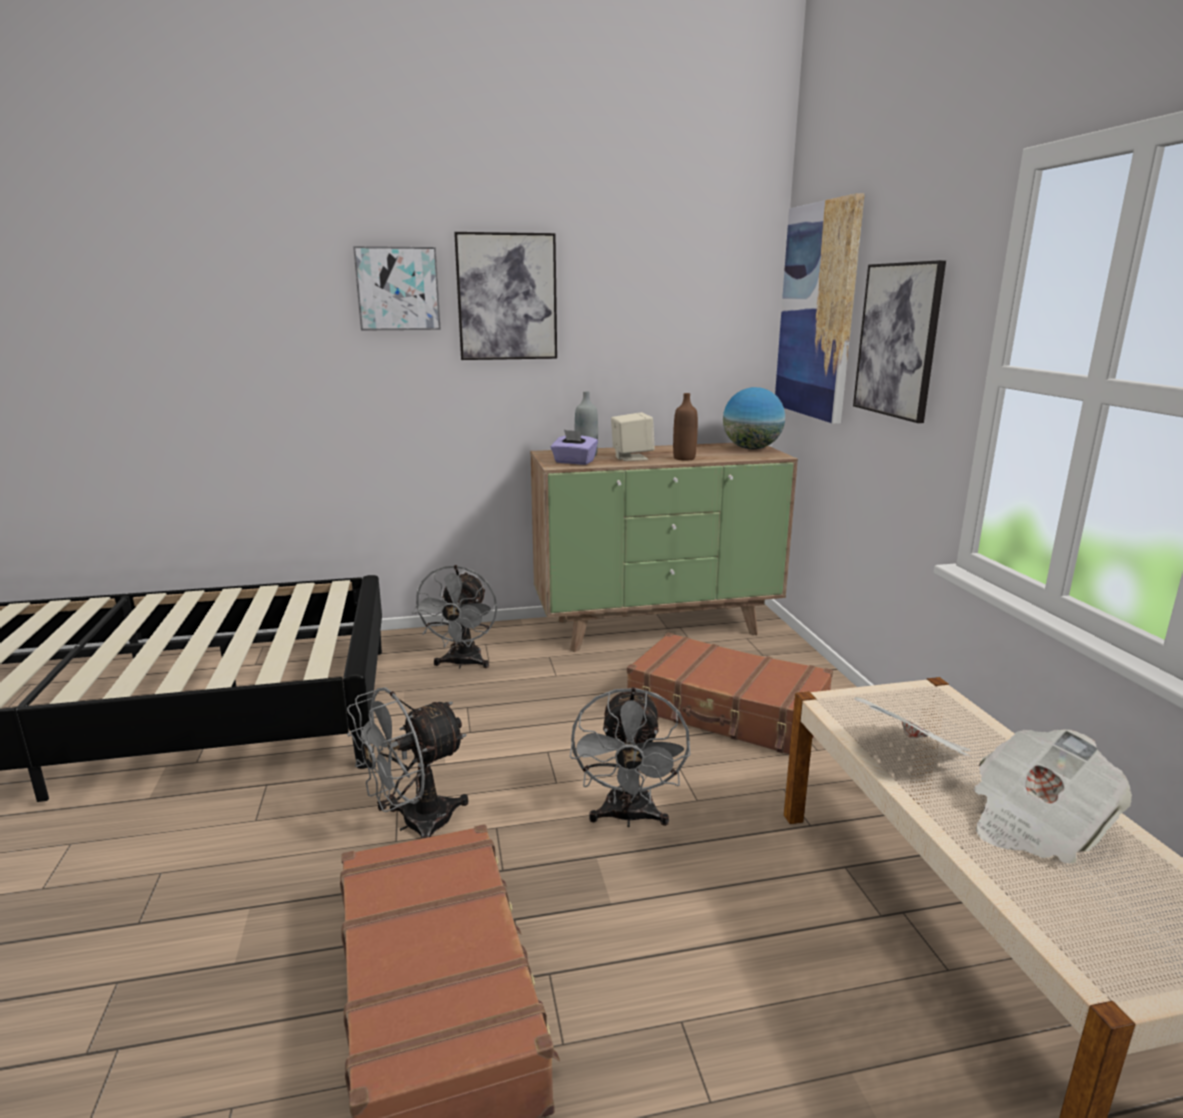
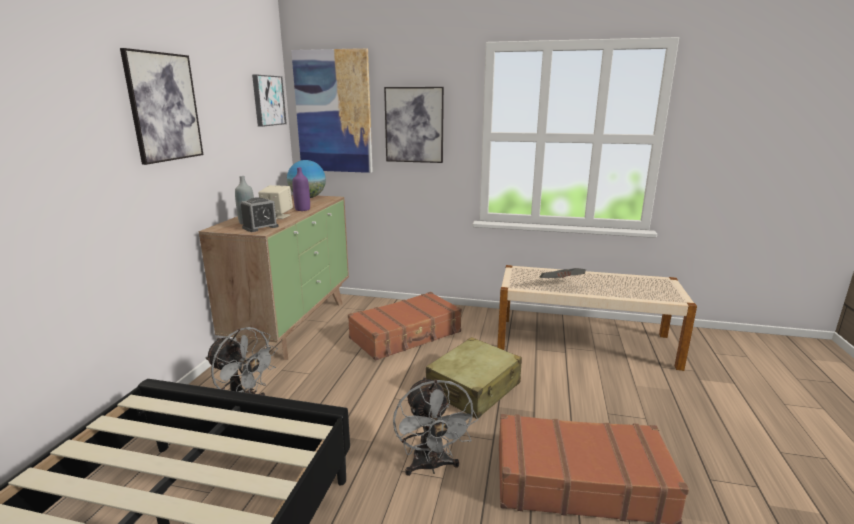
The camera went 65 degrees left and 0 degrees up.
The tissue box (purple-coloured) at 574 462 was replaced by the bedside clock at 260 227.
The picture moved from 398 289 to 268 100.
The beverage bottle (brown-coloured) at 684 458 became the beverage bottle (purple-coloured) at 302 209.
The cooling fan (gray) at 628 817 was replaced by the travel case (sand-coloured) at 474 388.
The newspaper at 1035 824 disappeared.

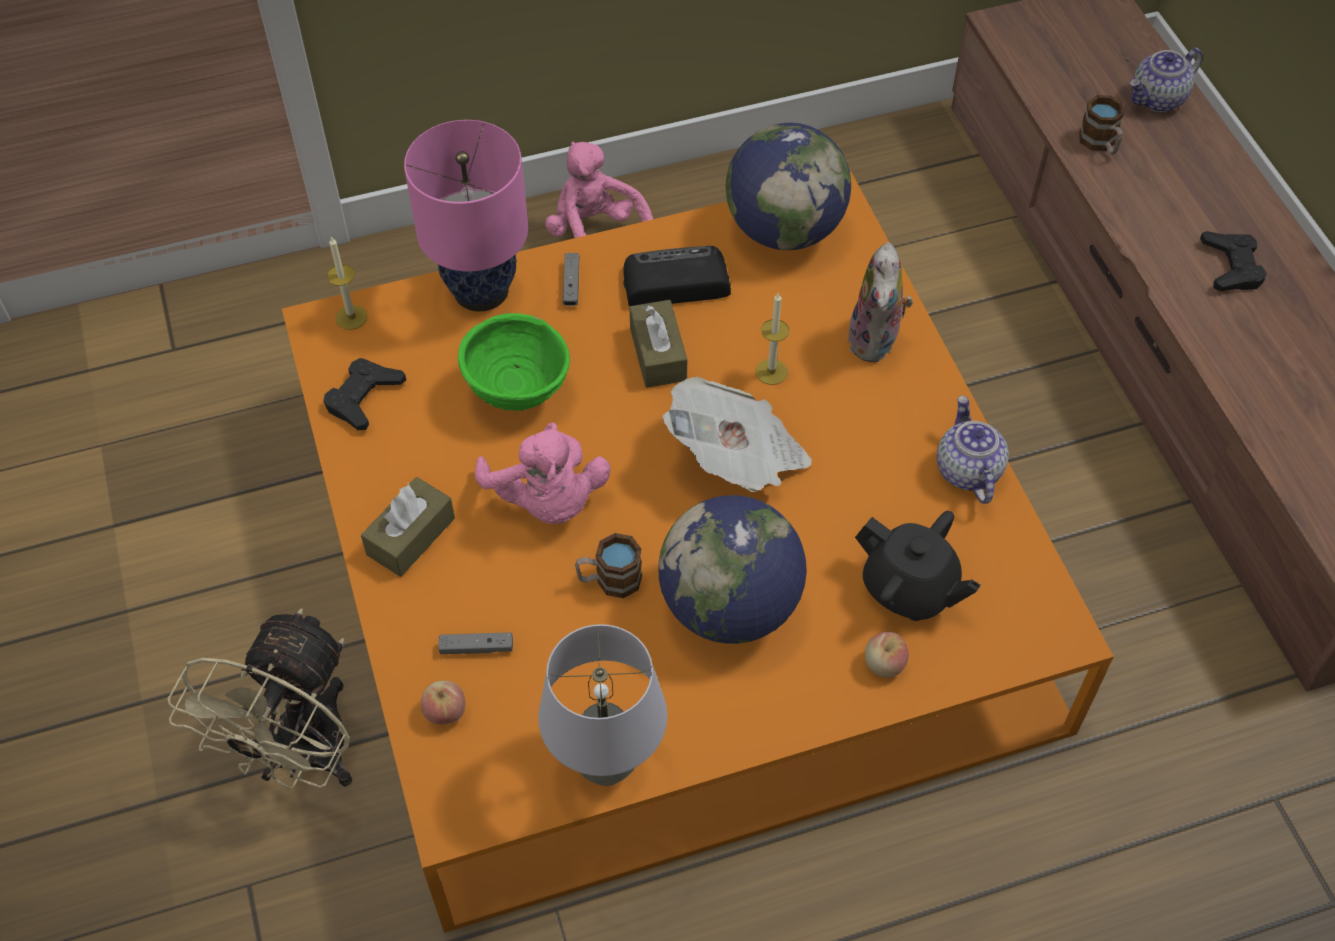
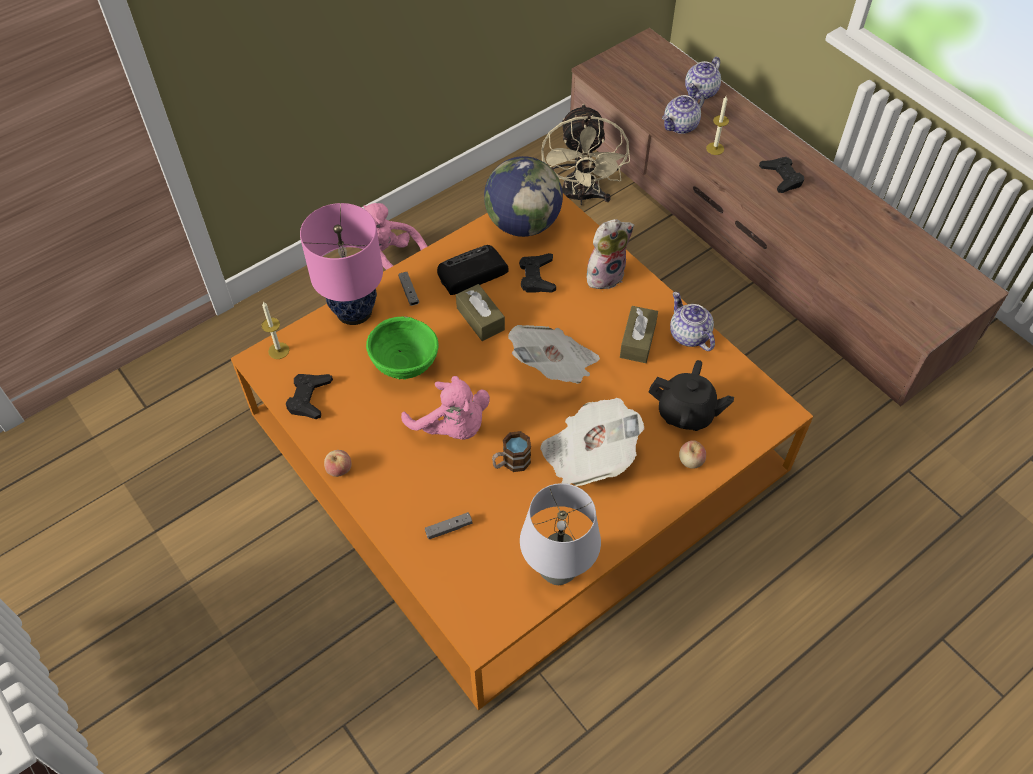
The camera went 20 degrees left and 0 degrees up.
The apple moved from 445 712 to 339 469.
The game controller (blackish) at 537 277 appeared.
The desk globe at 730 606 was replaced by the newspaper at 588 455.
The cooling fan (sand-coloured) moved from 301 757 to 580 197.
The plush toy at 876 341 turned 105 degrees counterclockwise.
The tissue box (brown-coloured) moved from 411 536 to 637 341.
The tea mug at 1100 144 was replaced by the pot for tea at 681 126.
The wax light moved from 771 372 to 715 148.

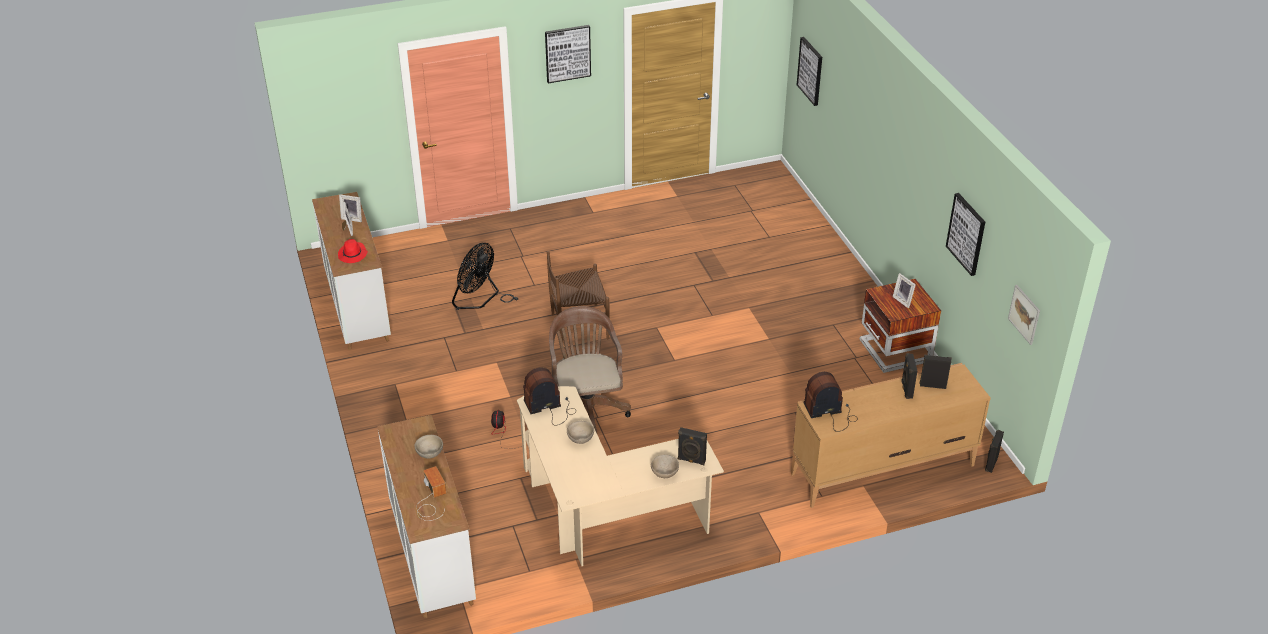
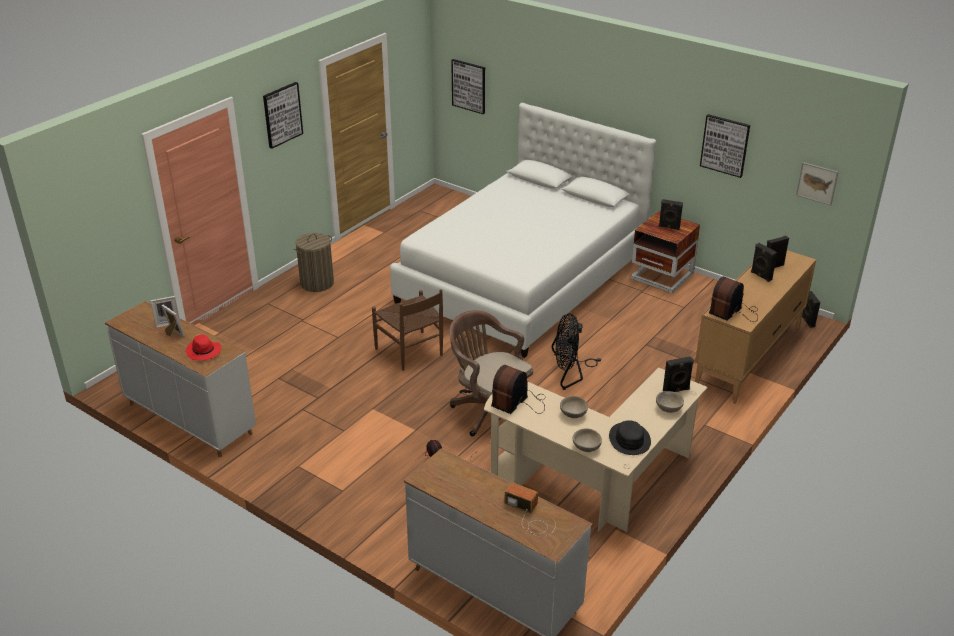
The camera went 35 degrees left and 5 degrees down.
The laundry basket at 317 283 appeared.
The chair (brown-coloured) at 579 325 turned 75 degrees counterclockwise.
The bedroom bed (white-coloured) at 523 279 appeared.
The cooling fan (blackish) moved from 484 296 to 571 369.
The bowl (sand-coloured) moved from 429 453 to 586 447.
The wearable hat (blackish) at 629 439 appeared.
The photo frame at 903 300 was replaced by the loudspeaker (blackish) at 669 227.

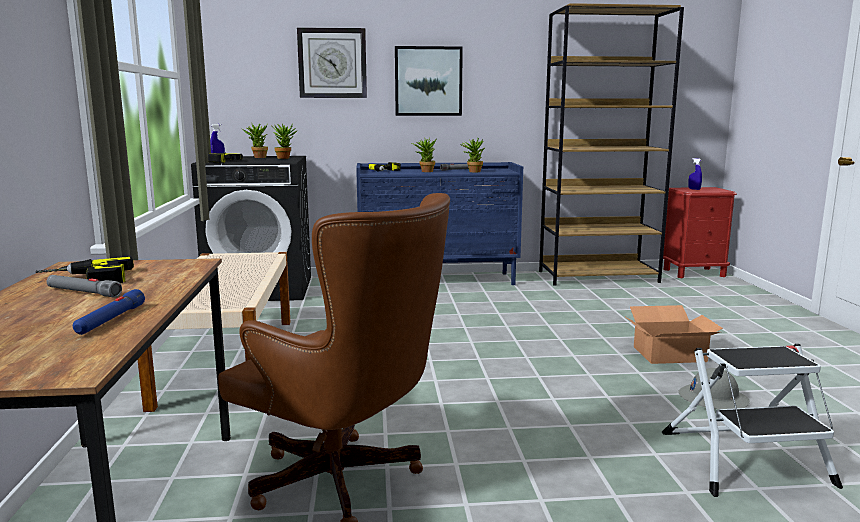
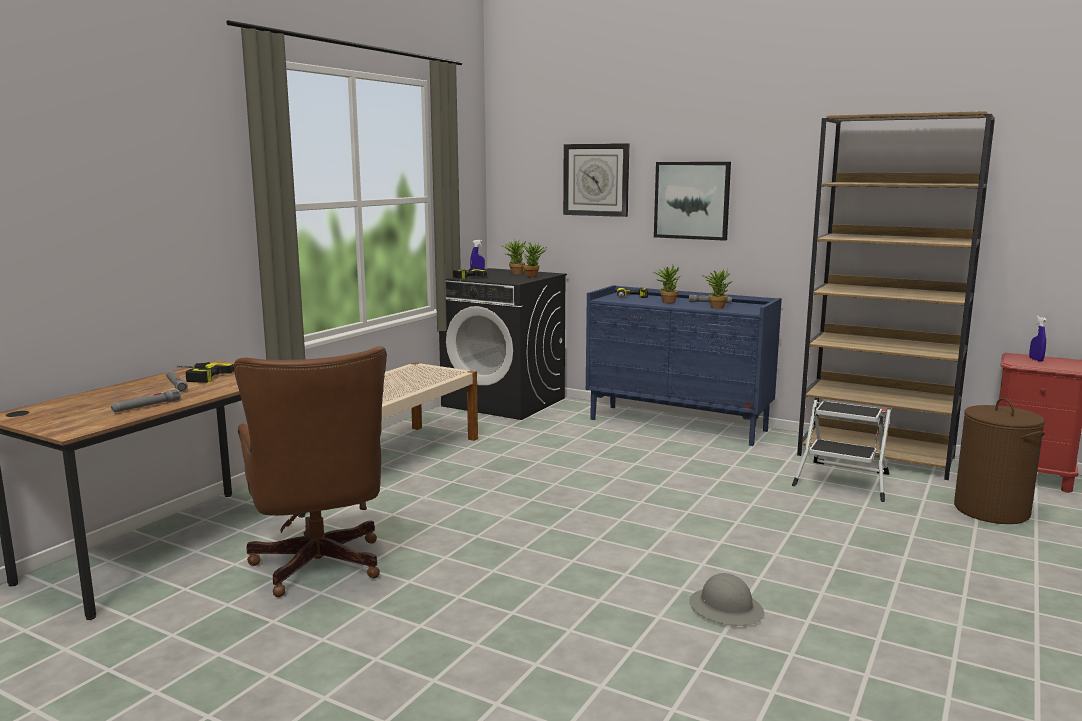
The camera went 35 degrees right and 0 degrees up.
The torch (bluish) at 110 320 became the torch (gray) at 146 406.
The step stool moved from 743 460 to 843 480.
The laundry basket (brown-coloured) at 992 510 appeared.
The packing box at 668 354 disappeared.

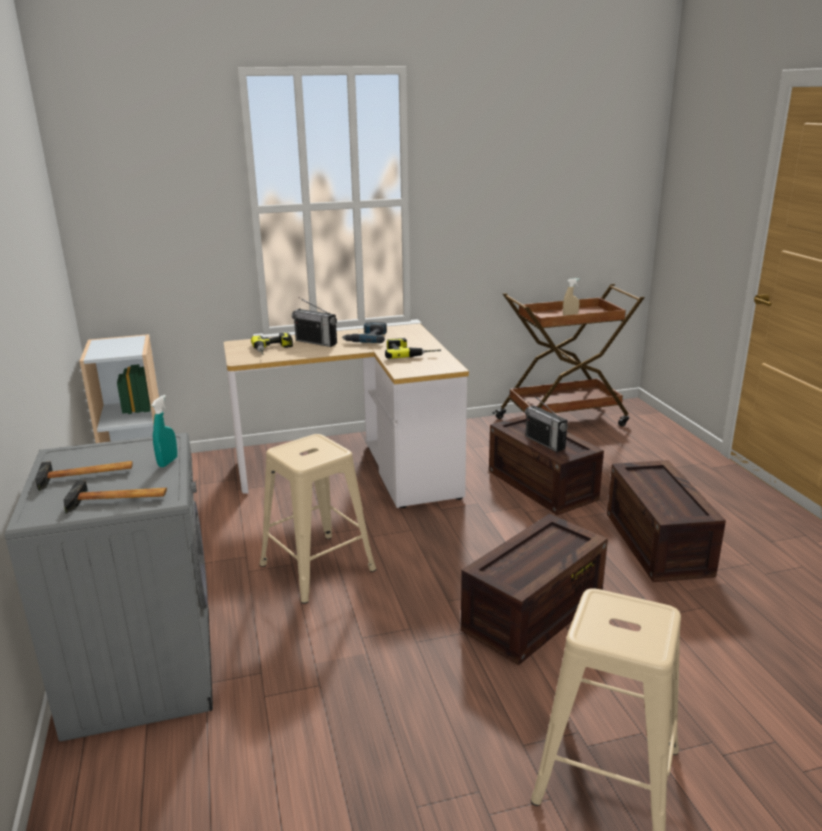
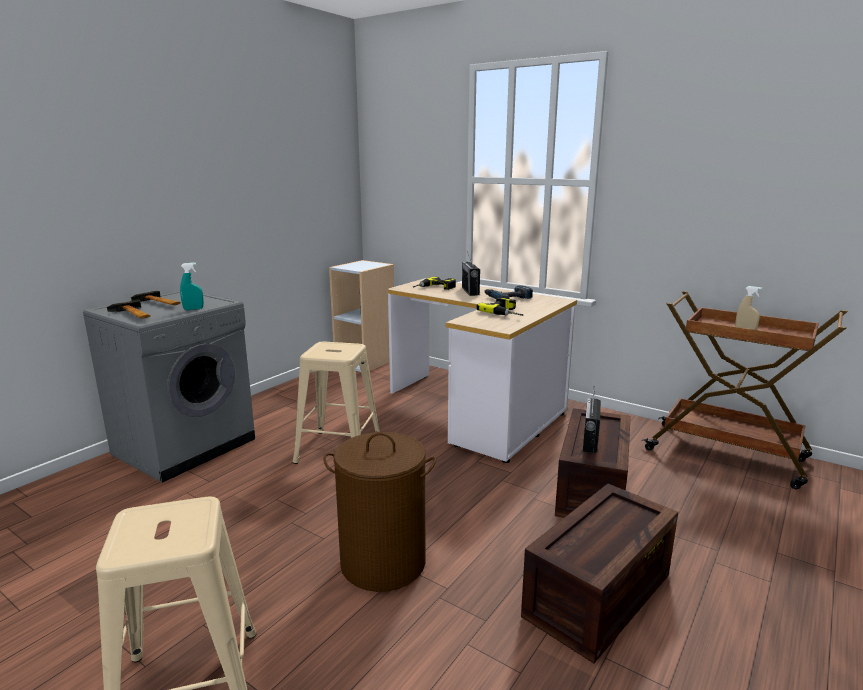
The camera went 50 degrees right and 5 degrees down.
The shipping crate at 534 615 was replaced by the laundry basket (brown-coloured) at 382 563.

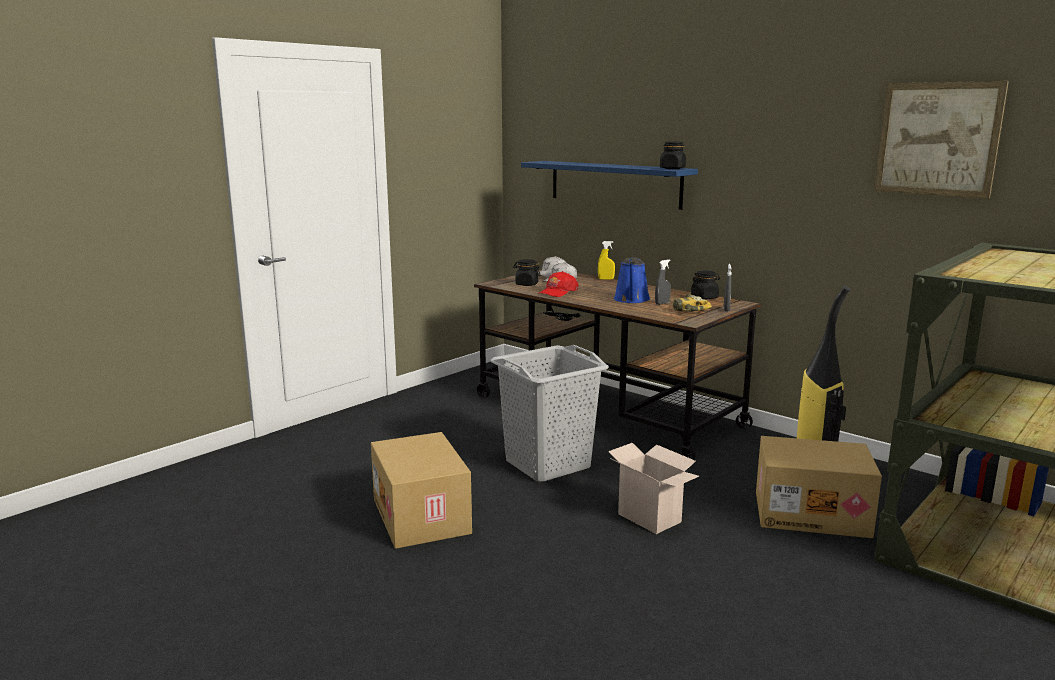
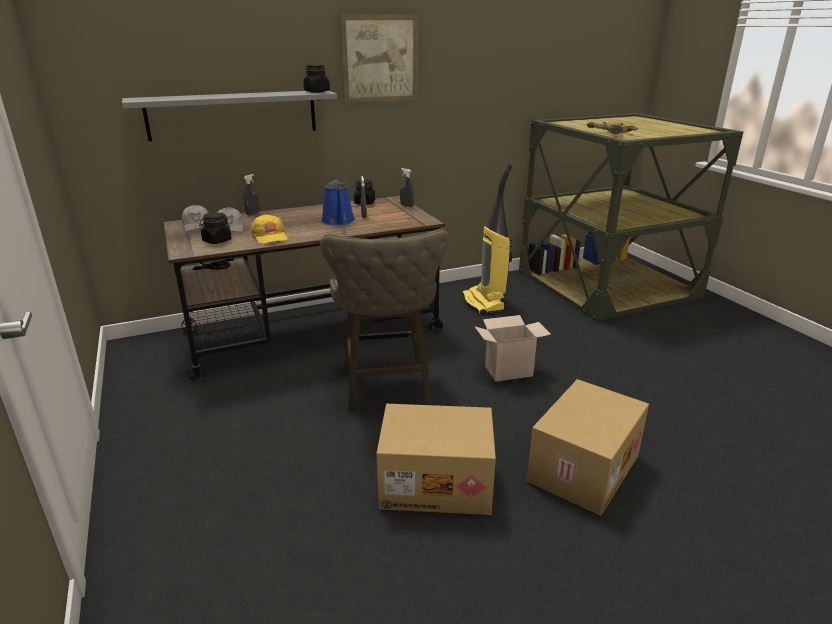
The camera went 65 degrees left and 10 degrees up.
The shelf (bluish) at 614 184 became the shelf (gray) at 233 114.
The spray bottle (yellow-coloured) at 606 279 became the spray bottle (gray) at 253 213.
The cap (reddish) at 557 292 became the cap (yellow-coloured) at 270 237.
The laundry basket (gray) at 547 464 was replaced by the sitting stool (sand-coloured) at 386 387.
The watering pot (bluish) at 631 300 turned 45 degrees clockwise.
The picture moved from 938 139 to 380 59.
The packing box moved from 812 513 to 582 467.
The power drill moved from 686 309 to 610 132.

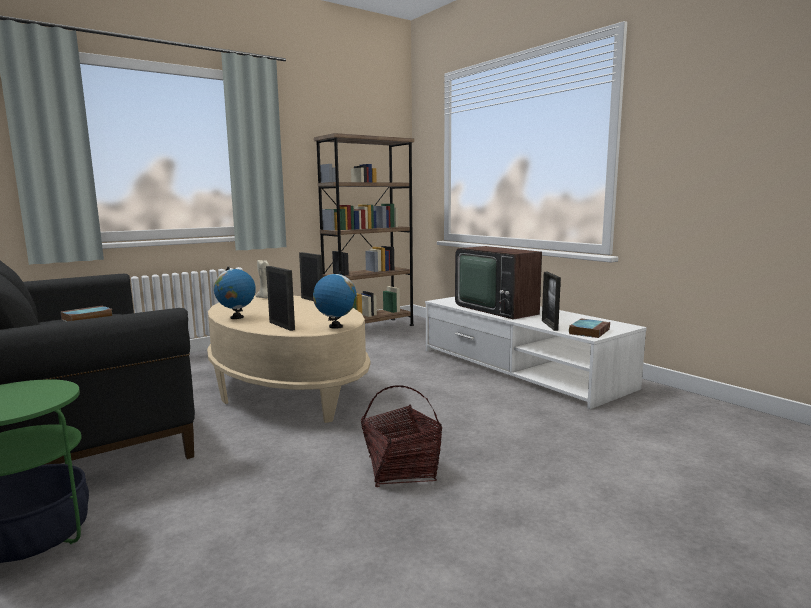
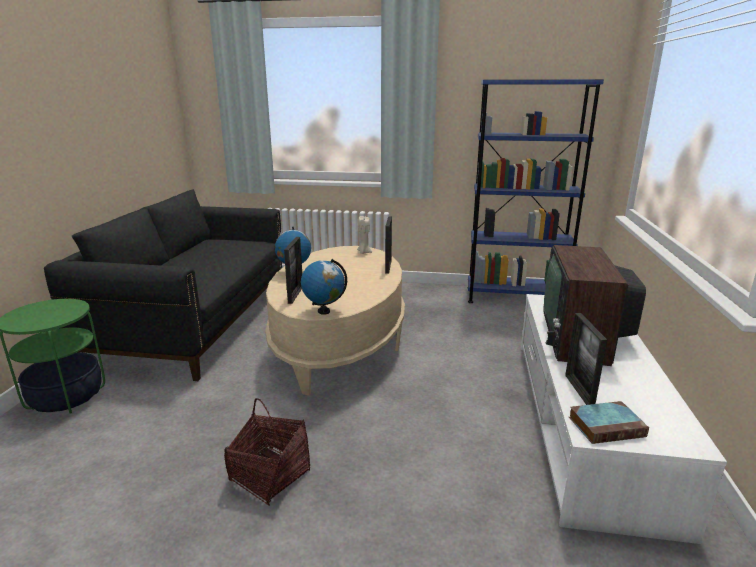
The camera went 45 degrees right and 10 degrees up.
The bookcase (brown-coloured) at 369 328 became the bookcase (bluish) at 515 297.
The photo frame at 549 325 turned 45 degrees counterclockwise.
The volume at 86 318 disappeared.

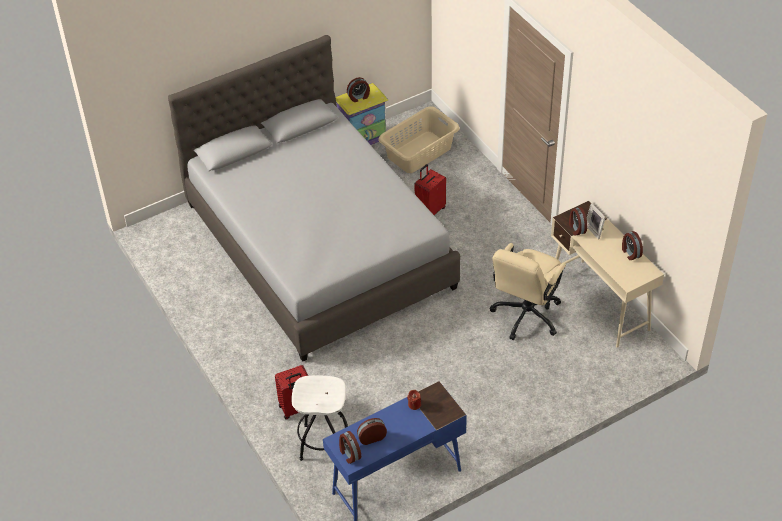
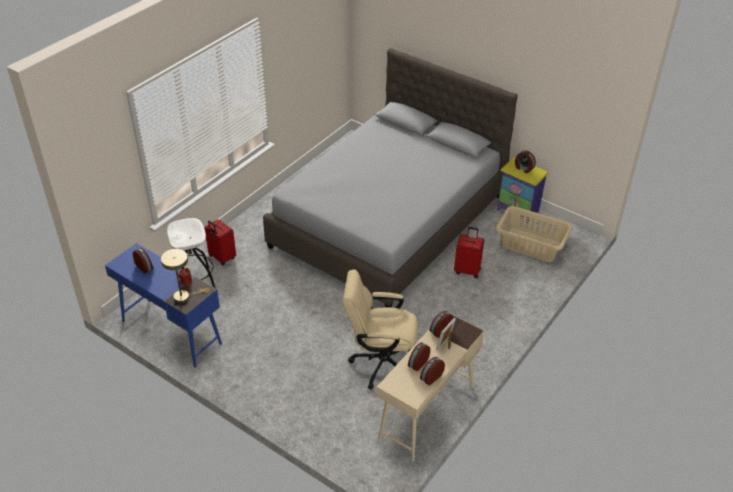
The camera went 65 degrees right and 5 degrees down.
The tabletop lamp (sand-coloured) at 184 296 appeared.
The bedside clock moved from 349 454 to 417 363.

